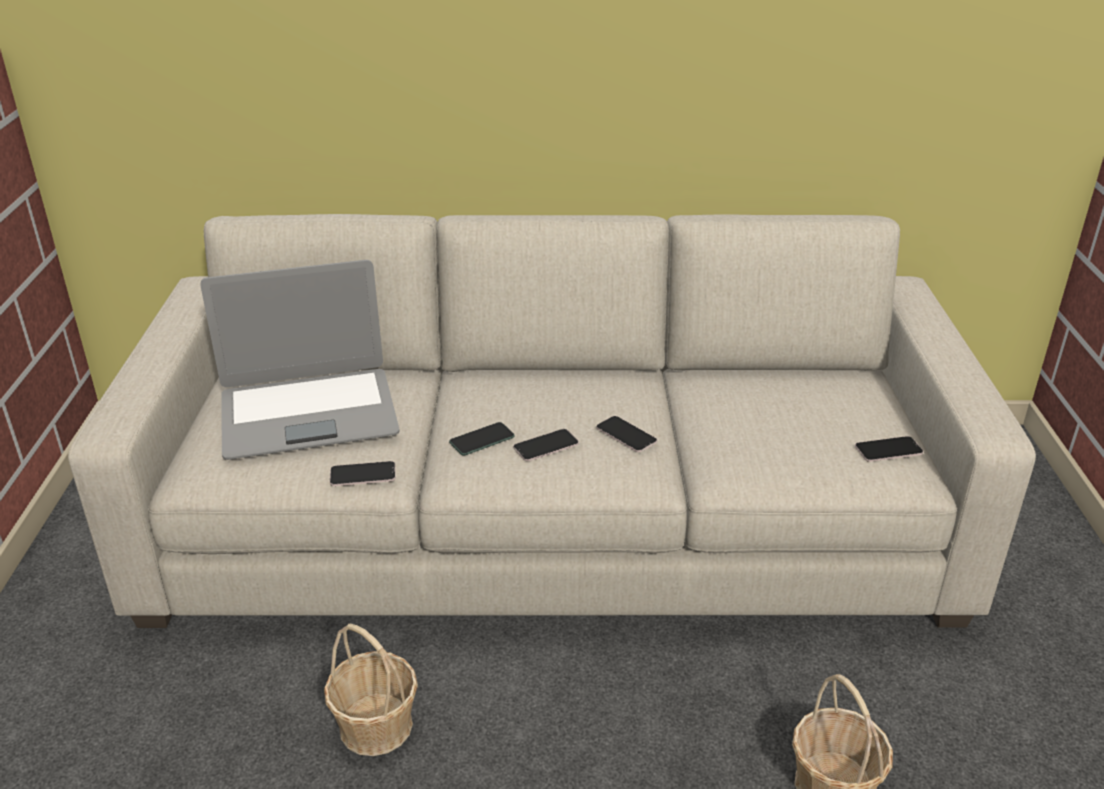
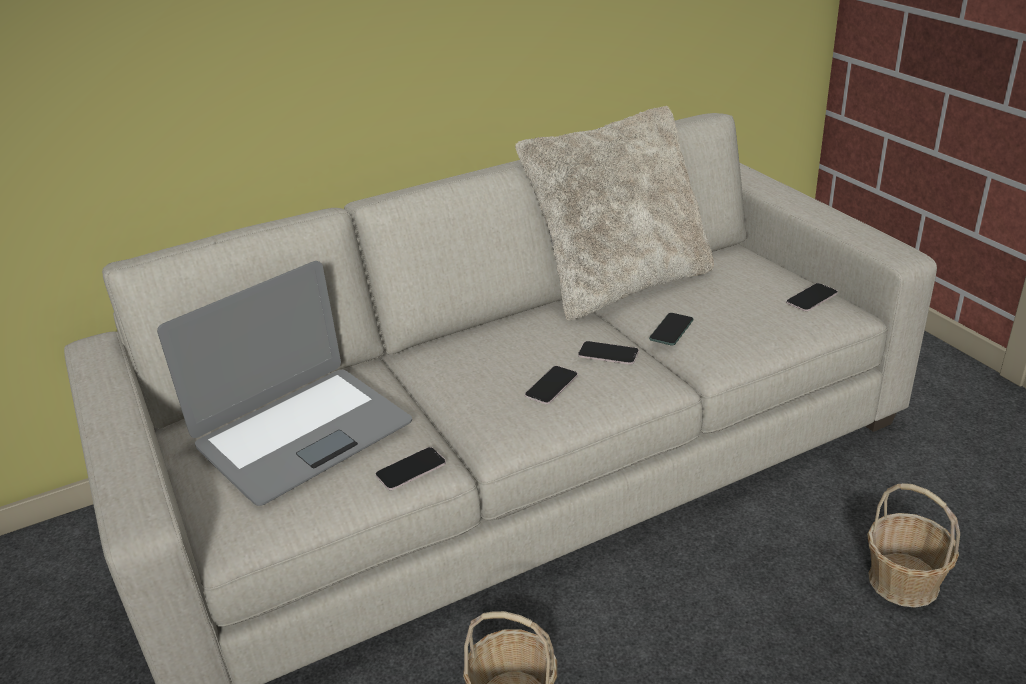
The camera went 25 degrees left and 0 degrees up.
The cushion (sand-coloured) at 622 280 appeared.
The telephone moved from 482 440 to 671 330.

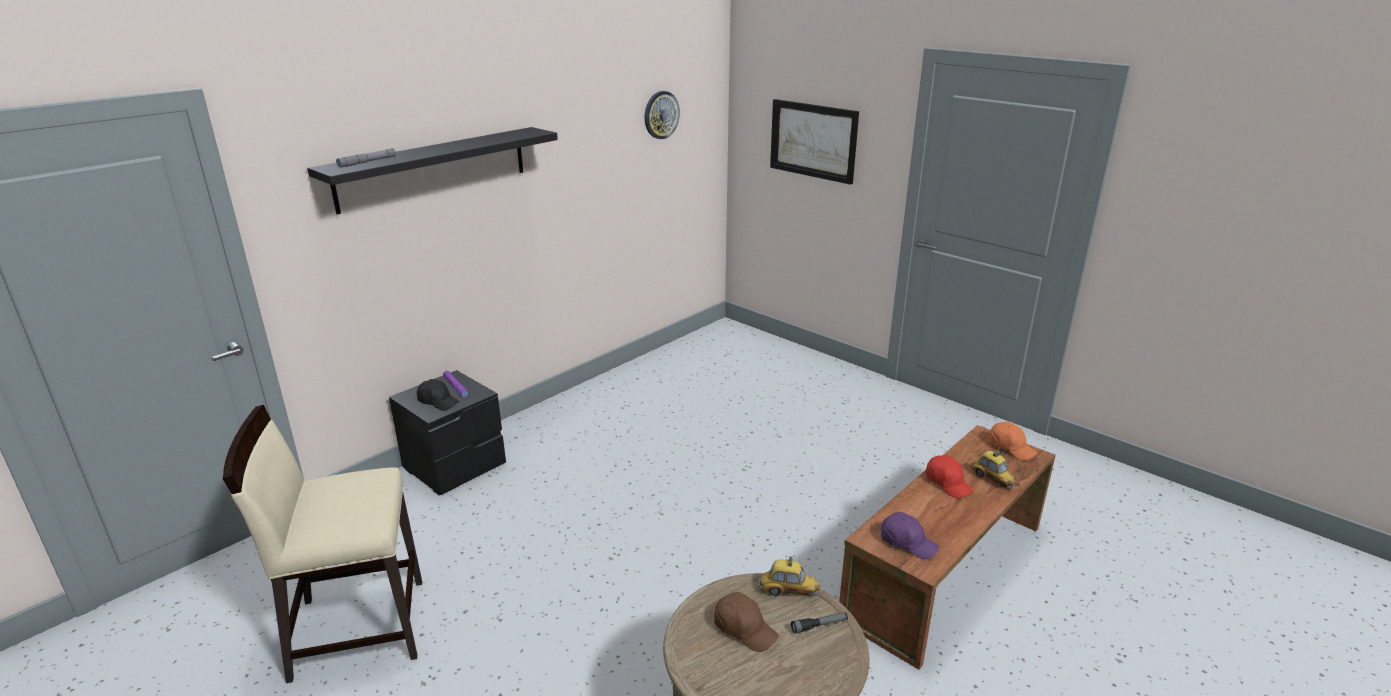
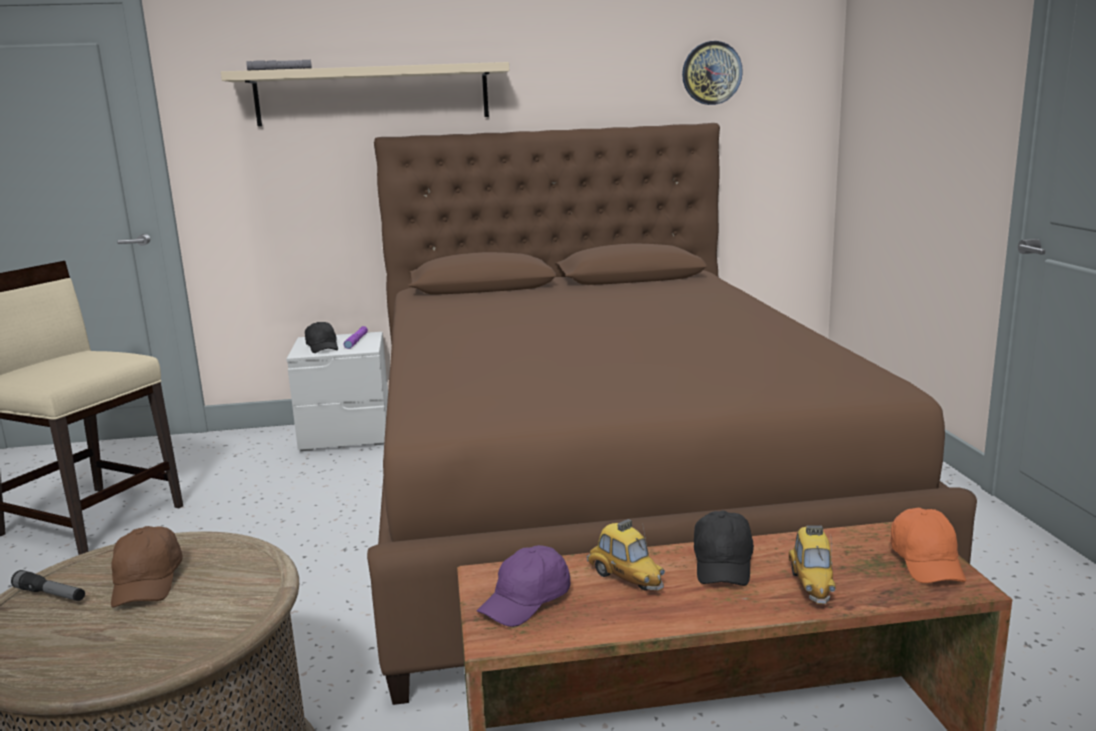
The camera went 40 degrees right and 10 degrees down.
The torch moved from 819 625 to 50 594.
The shelf (blackish) at 433 168 became the shelf (sand-coloured) at 372 95.
The bedside table (blackish) at 453 466 became the bedside table (white-coloured) at 346 434.
The bedroom bed (brown-coloured) at 602 497 appeared.
The cap (purple-coloured) at 907 543 turned 60 degrees clockwise.
The toy car moved from 788 591 to 626 579.
The cap (reddish) at 948 483 became the cap (blackish) at 723 564.
The picture at 813 140 disappeared.

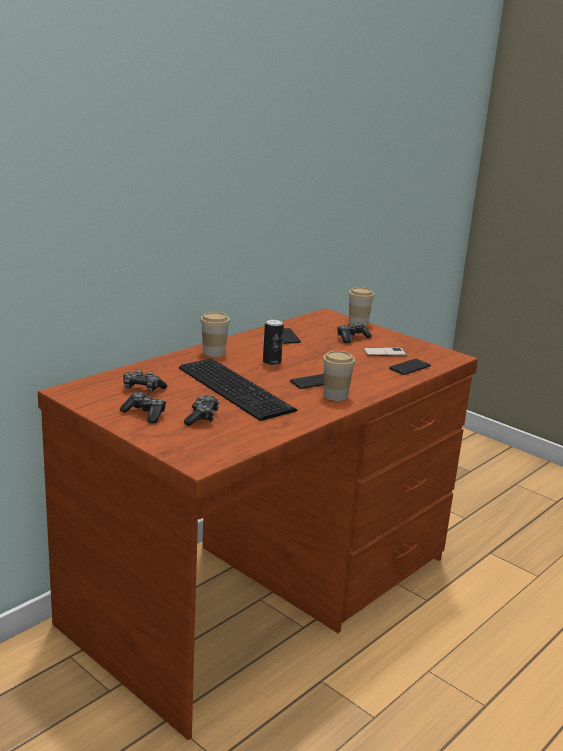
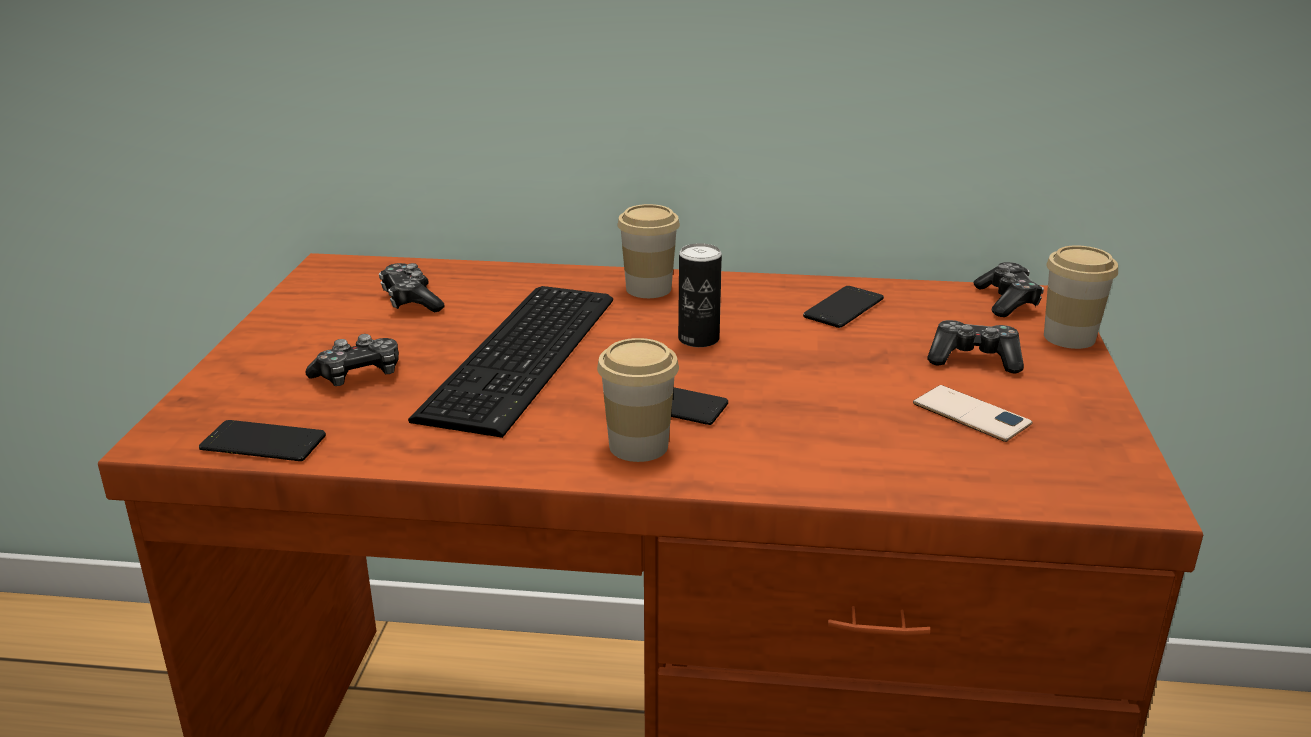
The camera went 55 degrees right and 5 degrees up.
The telephone moved from 409 367 to 263 443.
The game controller moved from 145 414 to 1007 301.

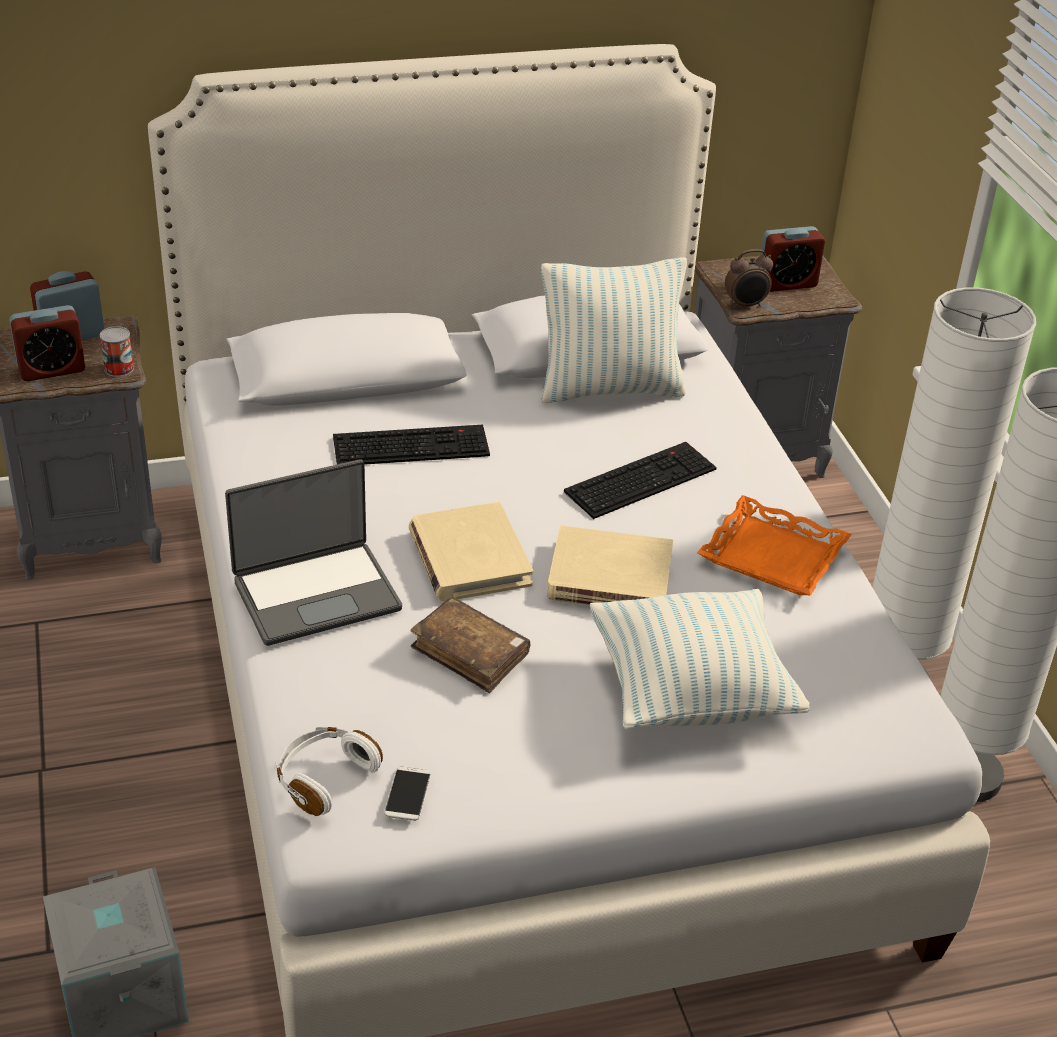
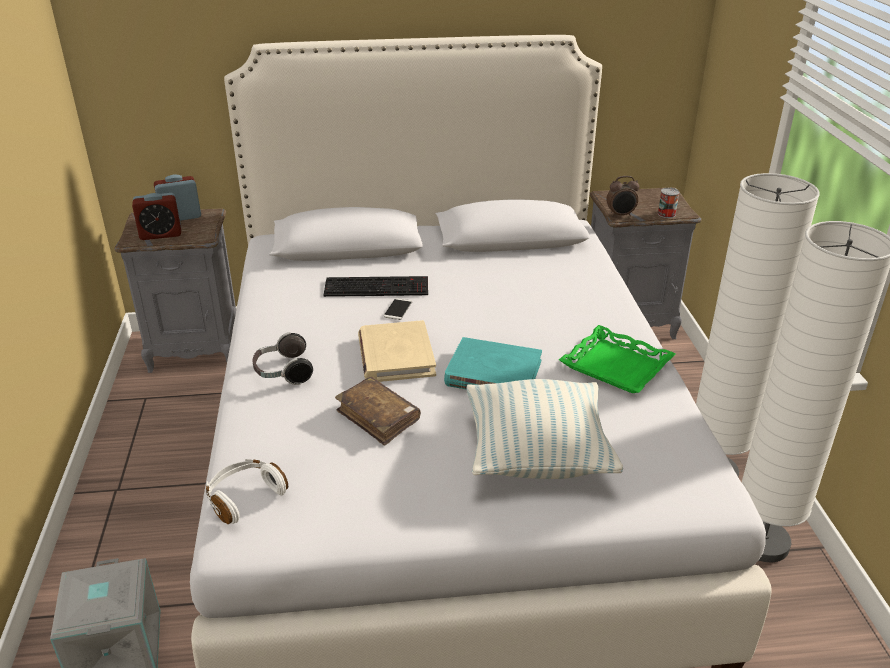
The camera went 10 degrees right and 5 degrees down.
The notebook computer at 316 593 was replaced by the headphones at 283 372.
The telephone moved from 407 794 to 398 309.
The volume (sand-coloured) at 609 577 became the volume (turquoise-coloured) at 493 373.
The serving tray (orange-coloured) at 772 556 became the serving tray (greenish) at 615 366.
The sealed can moved from 119 368 to 666 214.
The cushion at 609 389 disappeared.
The PC keyboard at 640 479 disappeared.
The bedside clock at 786 283 disappeared.

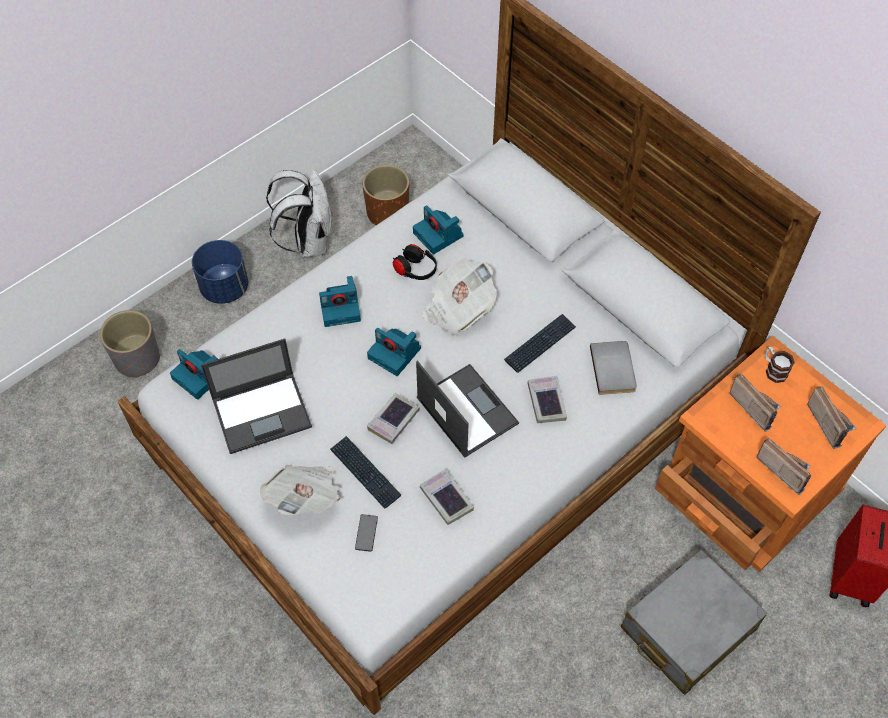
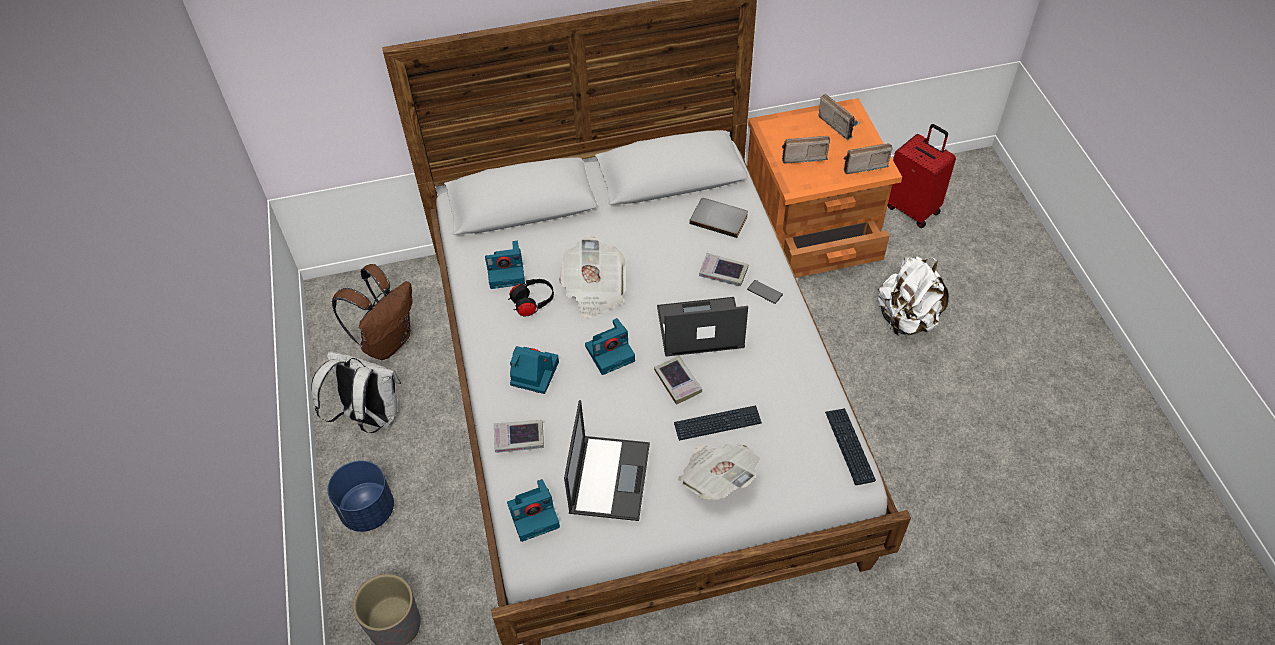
The camera went 60 degrees left and 5 degrees down.
The plant pot (brown-coloured) at 388 212 was replaced by the rucksack (brown-coloured) at 387 341.
The volume moved from 446 499 to 519 438.
The photo camera at 341 307 turned 90 degrees counterclockwise.
The telephone moved from 366 533 to 764 292.
The radio set at 829 421 turned 45 degrees clockwise.
The PC keyboard moved from 540 344 to 849 446.
The travel case (gray) at 687 628 was replaced by the rucksack (white-coloured) at 906 319.
The tea mug at 773 369 disappeared.

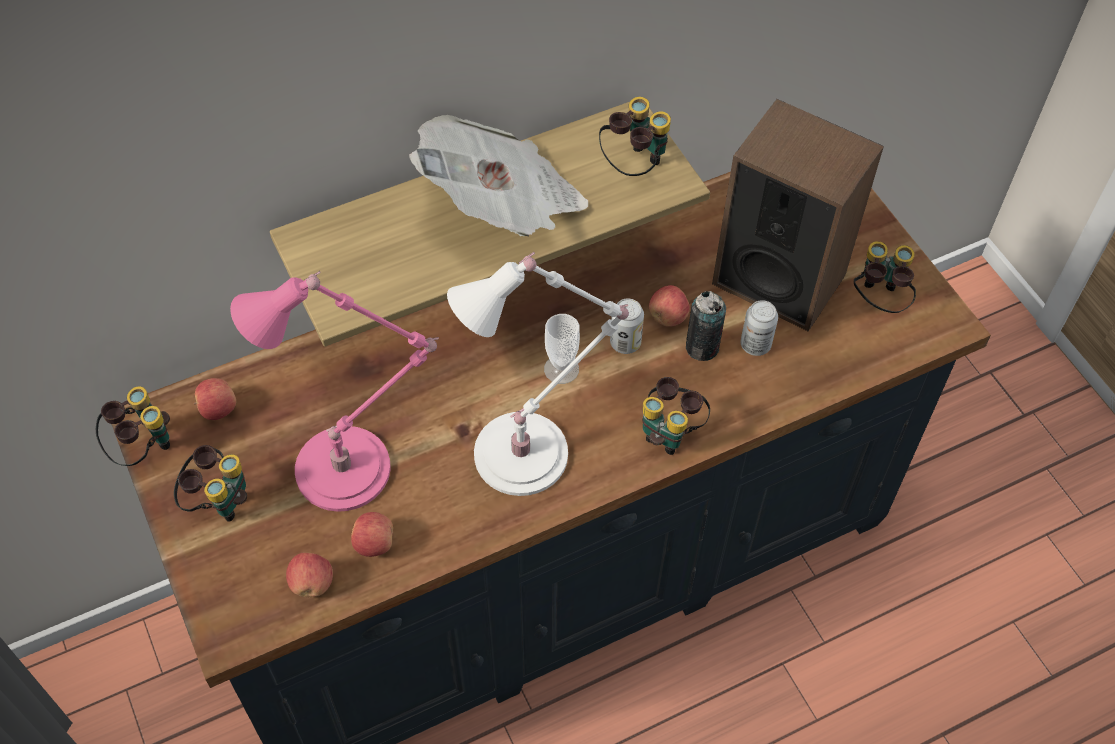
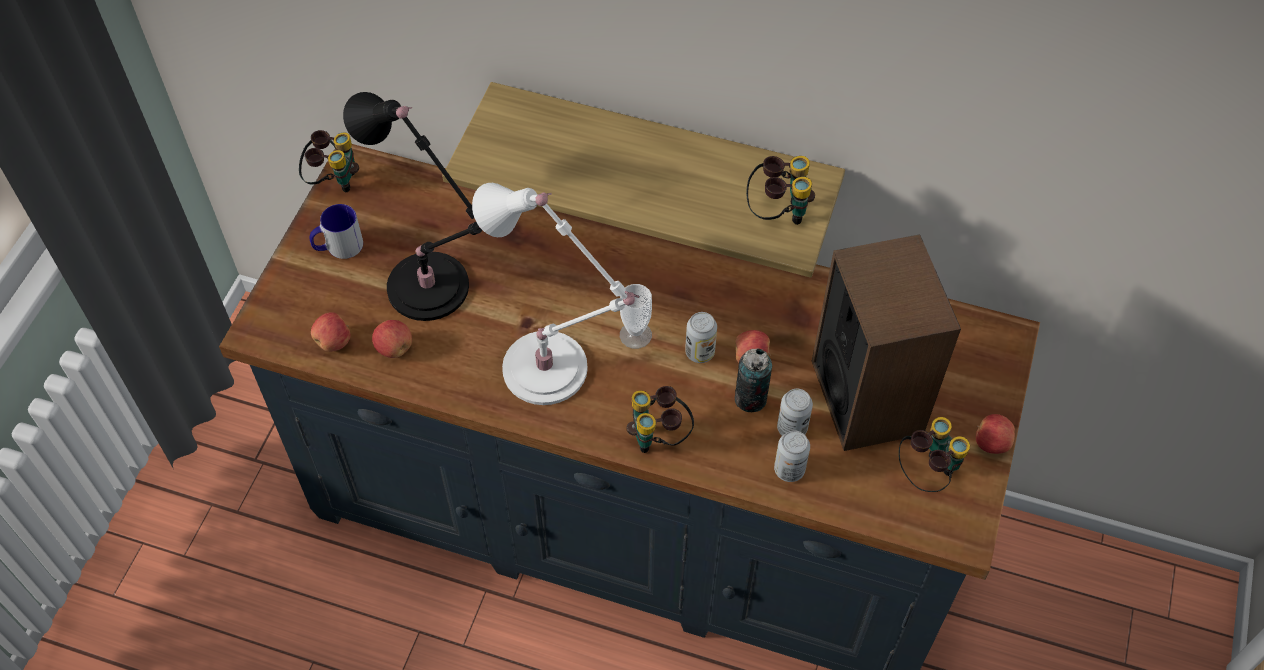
The camera went 45 degrees right and 0 degrees up.
The pair of binoculars at 218 501 was replaced by the tea mug at 338 247.
The tabletop lamp (pinkish) at 351 468 became the tabletop lamp (blackish) at 433 291.
The sealed can at 789 470 appeared.
The apple moved from 218 409 to 991 443.
The newspaper at 503 206 disappeared.

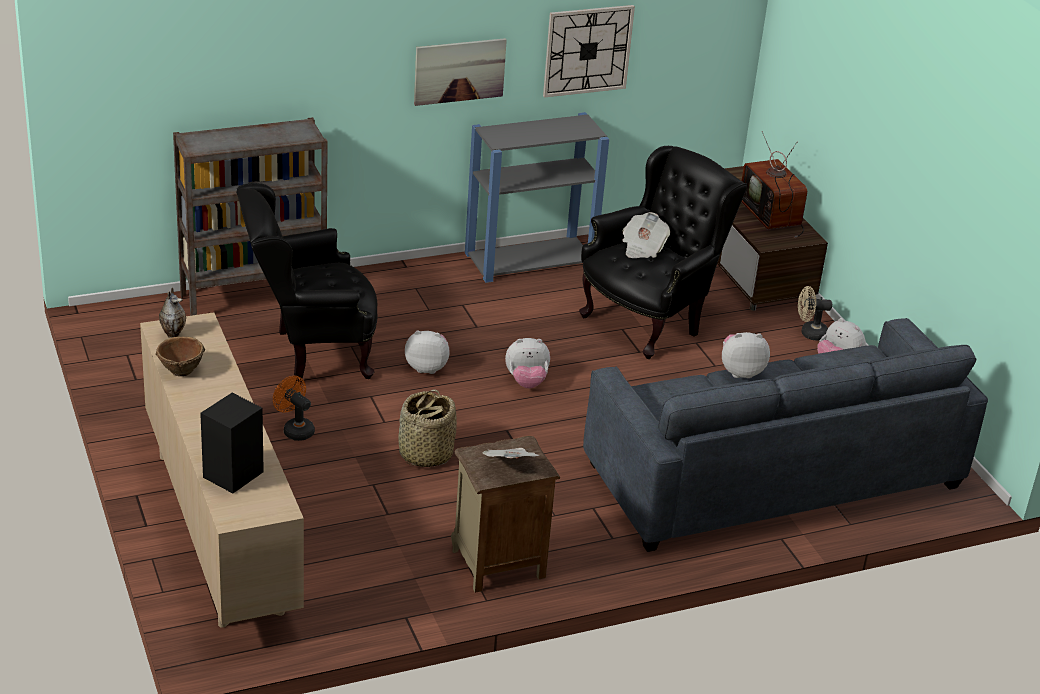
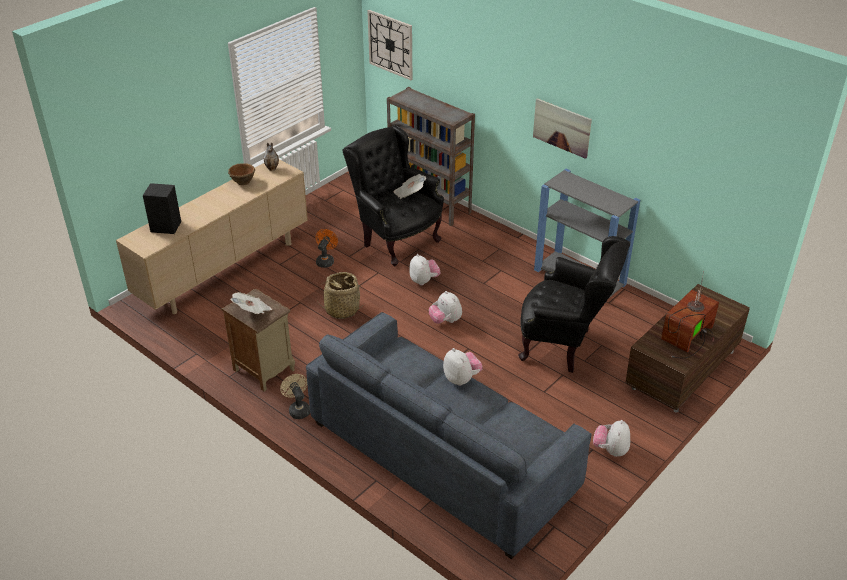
The camera went 65 degrees right and 5 degrees up.
The cooling fan (sand-coloured) moved from 809 333 to 298 409.
The wall clock moved from 587 50 to 390 44.
The newspaper moved from 642 248 to 409 193.

